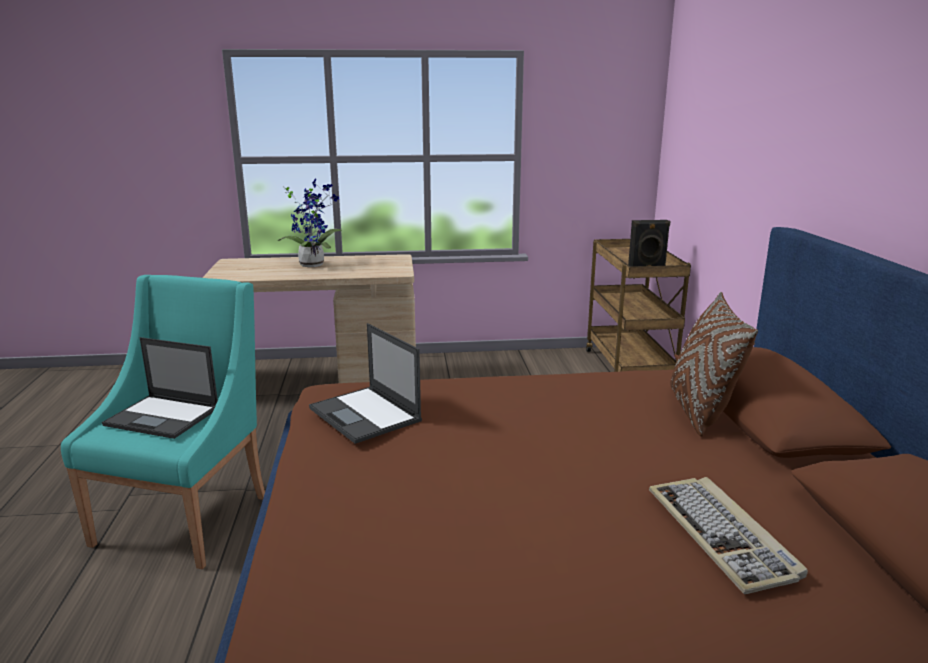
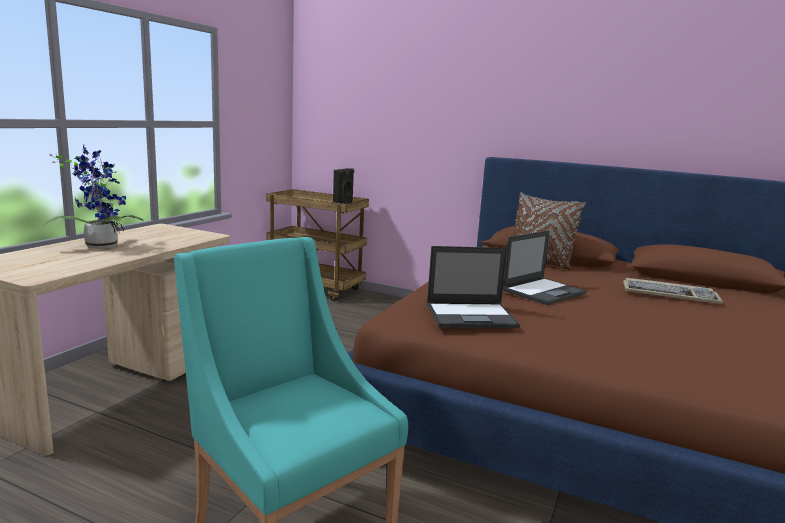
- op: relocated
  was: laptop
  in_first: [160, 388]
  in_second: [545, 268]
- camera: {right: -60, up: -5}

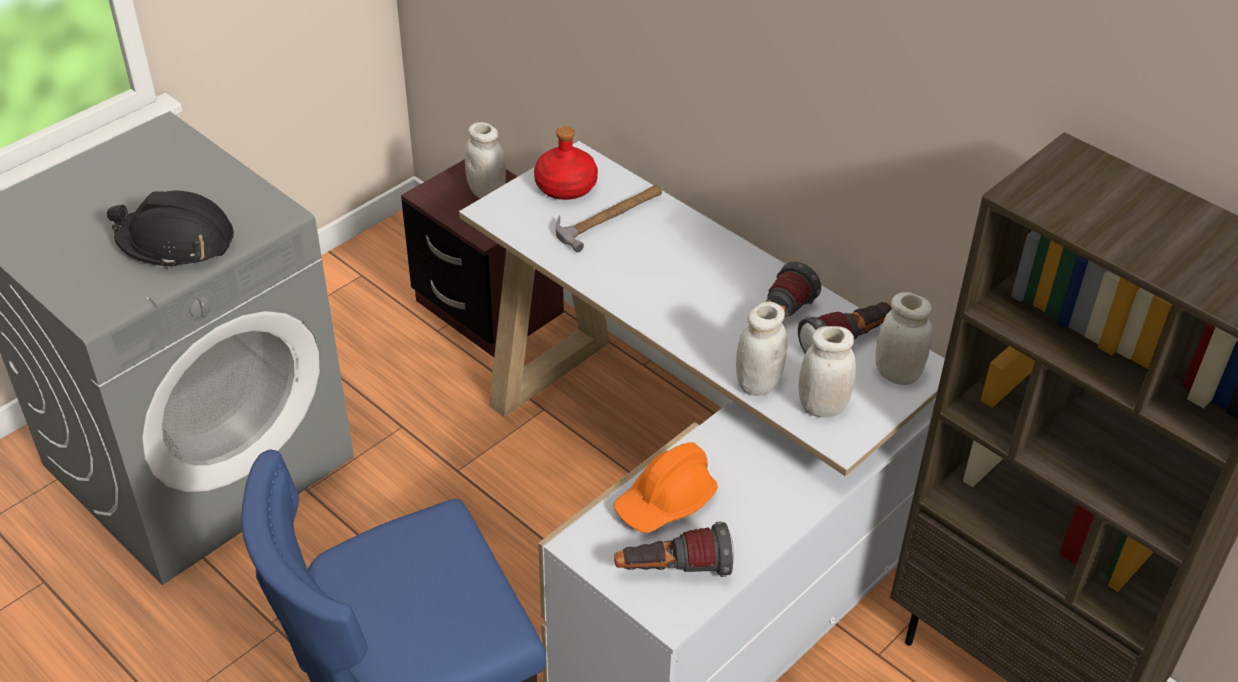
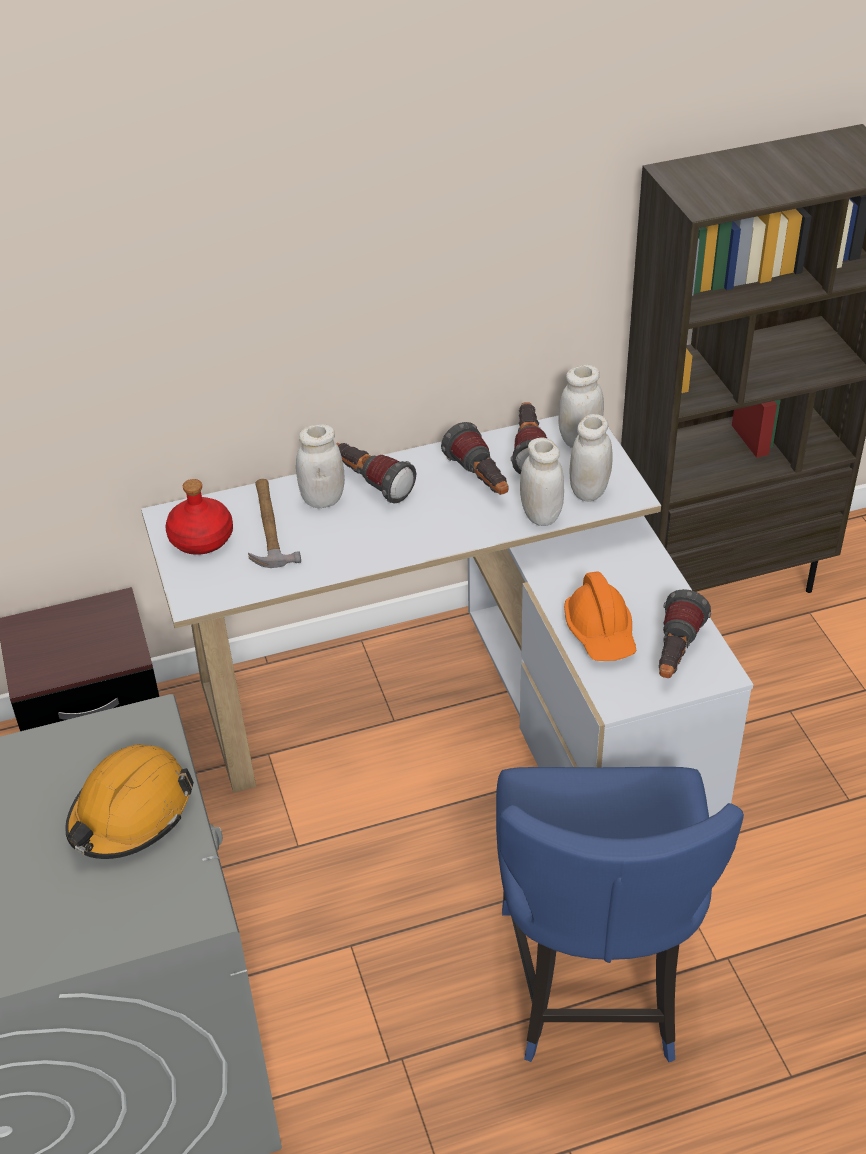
- op: colour
  was: kask [czarny]
  now: kask [pomarańczowy]
  in_first: [170, 229]
  in_second: [129, 801]
- op: relocated
  was: słoik [biały]
  in_first: [485, 160]
  in_second: [320, 466]
- op: appeared
  now: latarka
  in_second: [376, 473]
- camera: {right: -60, up: 0}

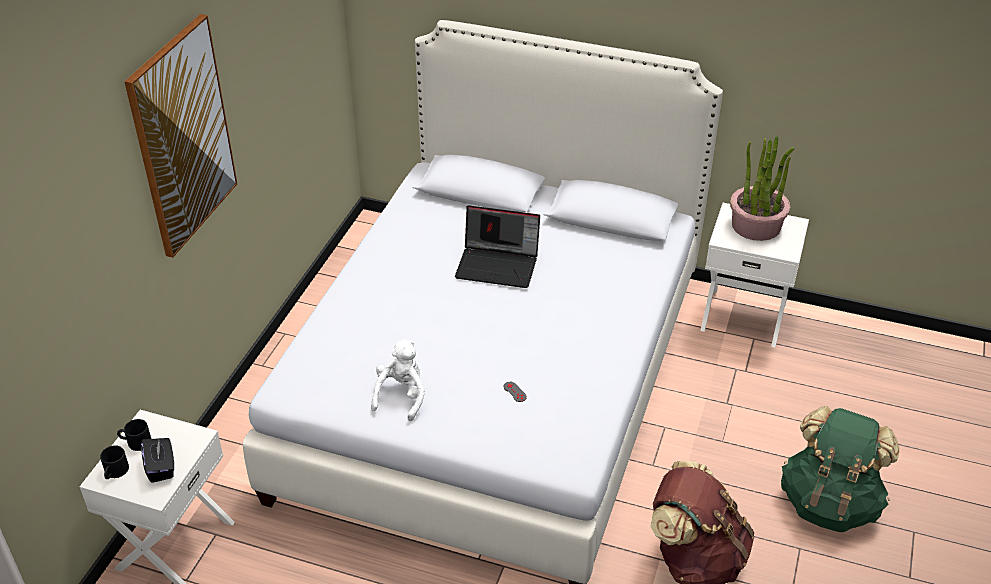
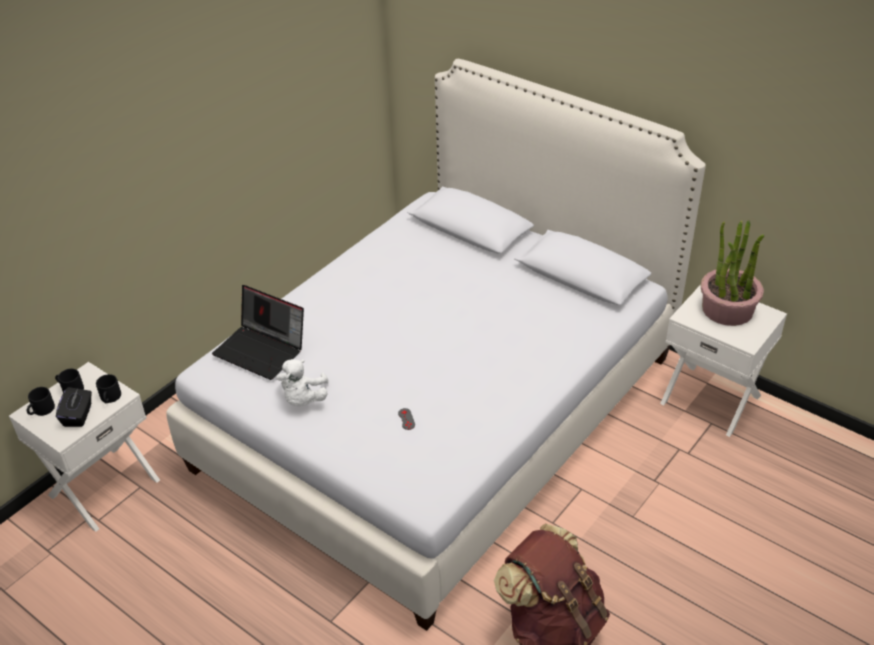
- op: appeared
  now: kubek [czarny]
  in_second: [108, 388]
- op: relocated
  was: laptop
  in_first: [497, 246]
  in_second: [258, 332]
- op: spun
  was: pluszak [biały]
  in_first: [398, 380]
  in_second: [302, 382]
  clockwise: 150
- op: missing
  was: obraz
  in_first: [180, 136]
- op: missing
  was: plecak [zielony]
  in_first: [840, 469]
- camera: {right: 20, up: 0}

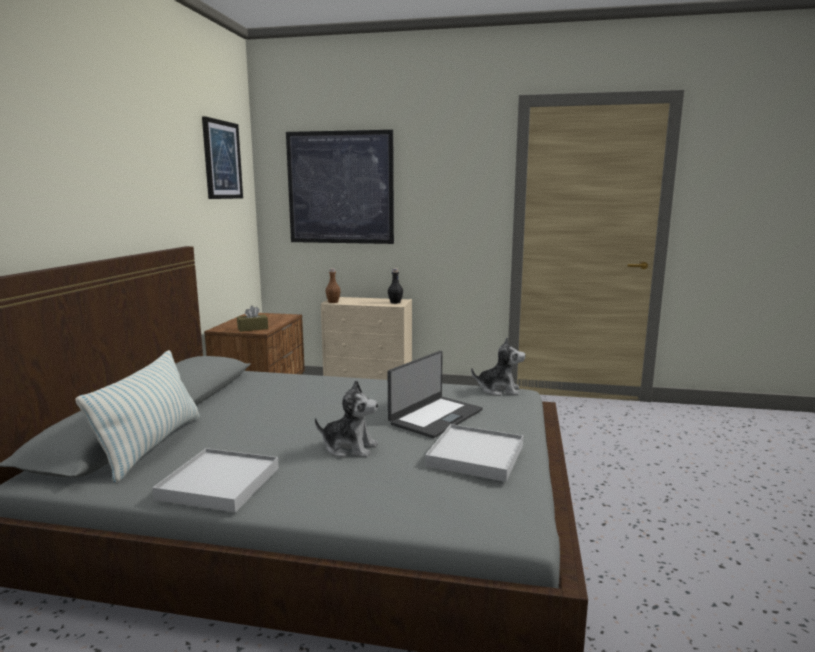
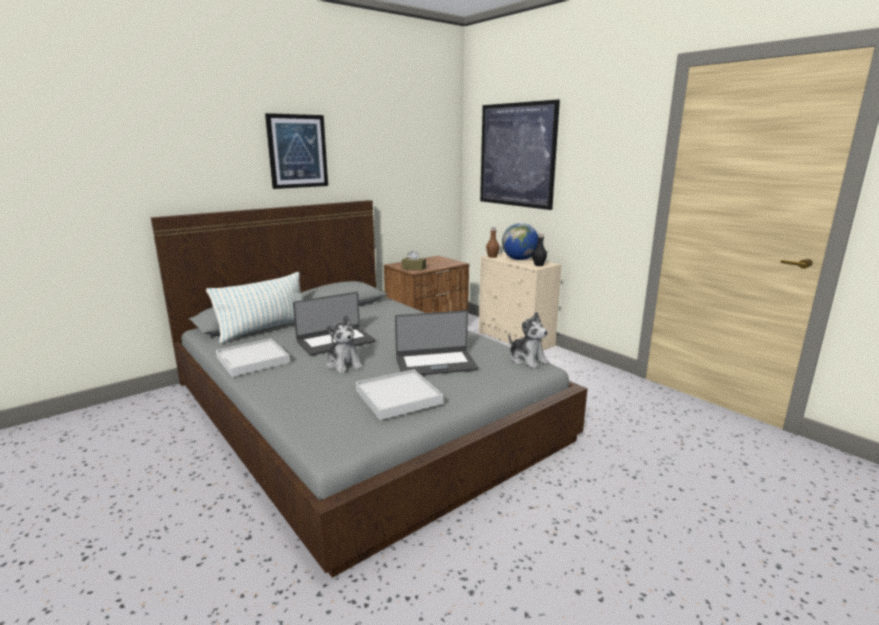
- op: relocated
  was: obraz
  in_first: [222, 157]
  in_second: [296, 151]
- op: appeared
  now: laptop
  in_second: [334, 324]
- op: appeared
  now: globus
  in_second: [520, 241]
- camera: {right: 40, up: 5}

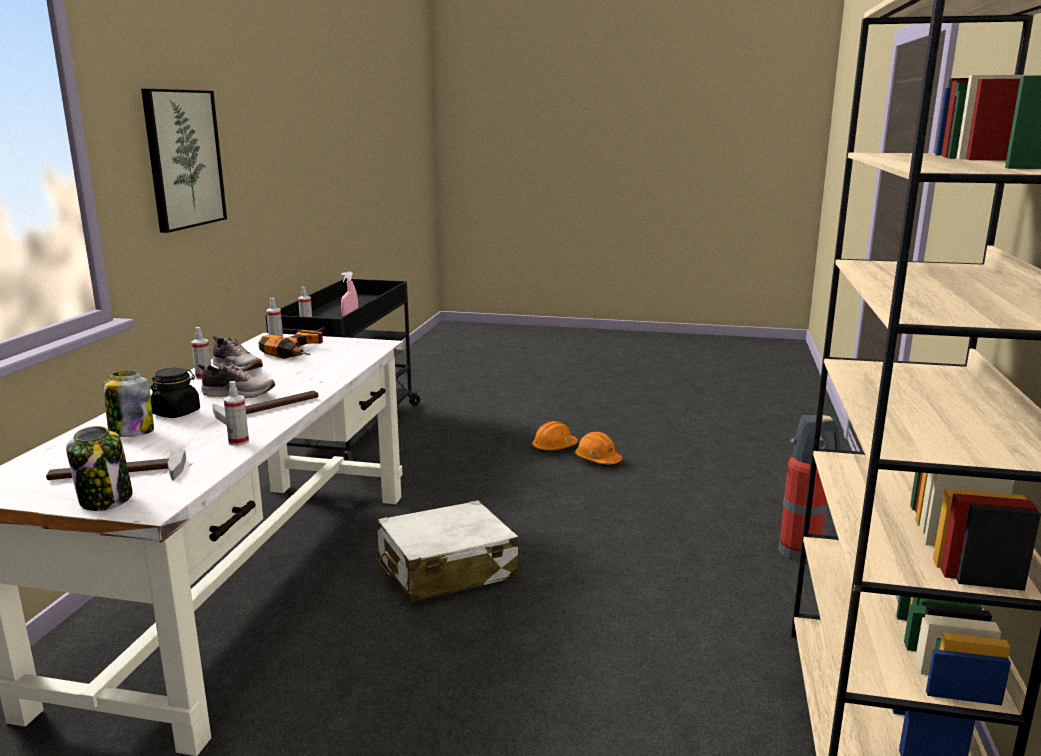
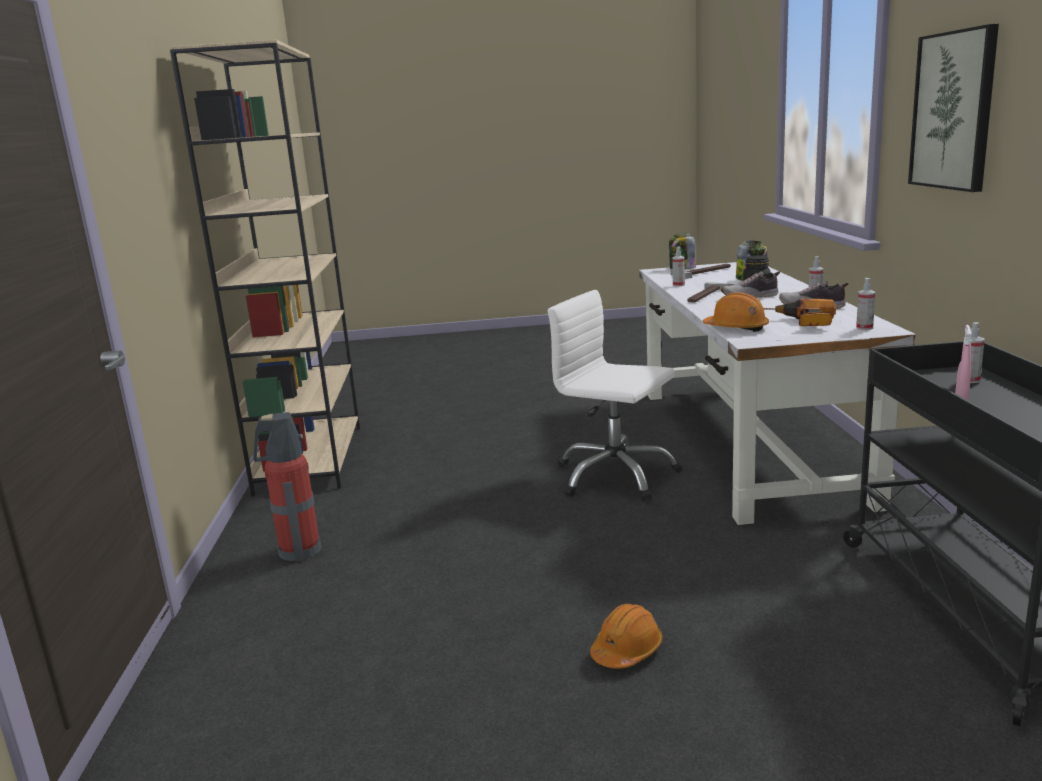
- op: exchanged
  was: walizka [biały]
  now: krzesło biurowe [biały]
  in_first: [447, 551]
  in_second: [615, 395]
- op: relocated
  was: kask [pomarańczowy]
  in_first: [598, 448]
  in_second: [736, 312]
- camera: {right: 165, up: 0}

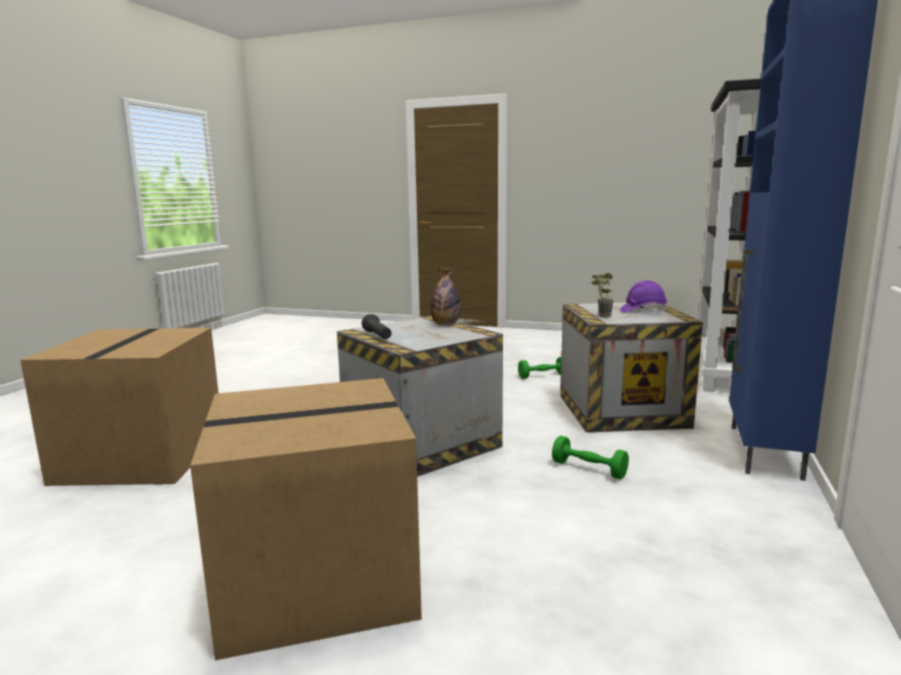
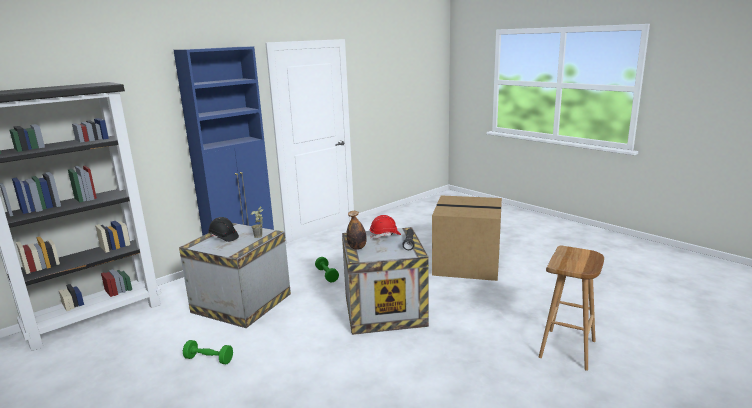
- op: colour
  was: kask [fioletowy]
  now: kask [czarny]
  in_first: [643, 296]
  in_second: [223, 229]
- op: appeared
  now: kask [czerwony]
  in_second: [385, 227]
- op: exchanged
  was: karton
  now: stołek [brązowy]
  in_first: [119, 407]
  in_second: [571, 308]
- camera: {right: -150, up: 5}

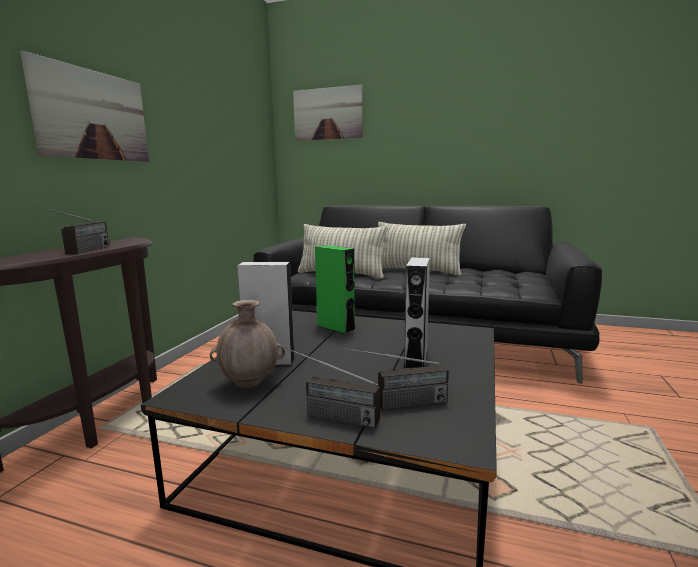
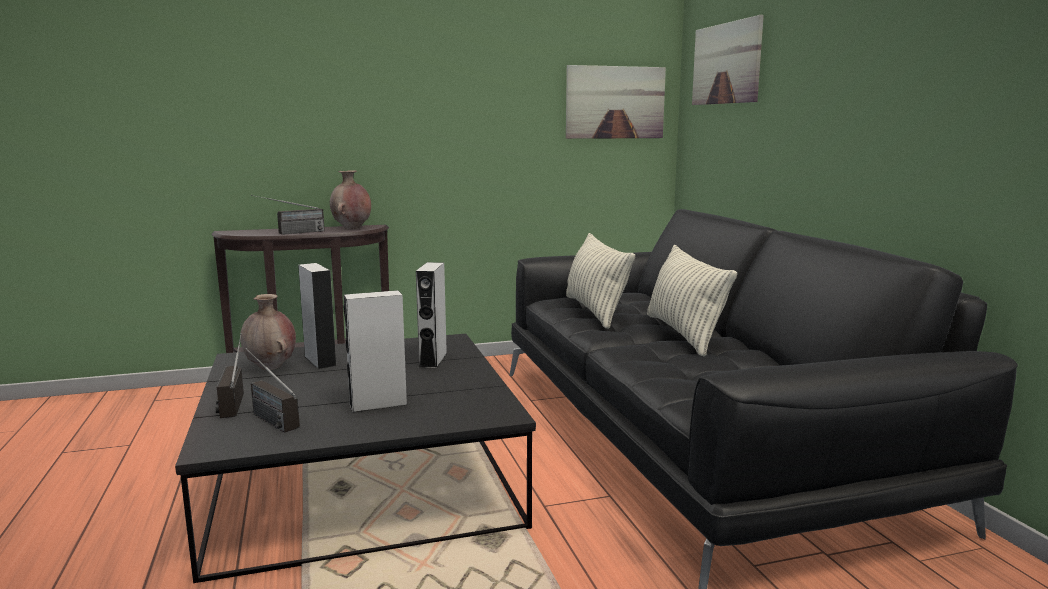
- op: appeared
  now: wazon [brązowy]
  in_second: [350, 199]
- op: colour
  was: głośnik [zielony]
  now: głośnik [szary]
  in_first: [335, 289]
  in_second: [431, 315]
- op: relocated
  was: obraz
  in_first: [84, 106]
  in_second: [616, 102]
- camera: {right: 55, up: 0}

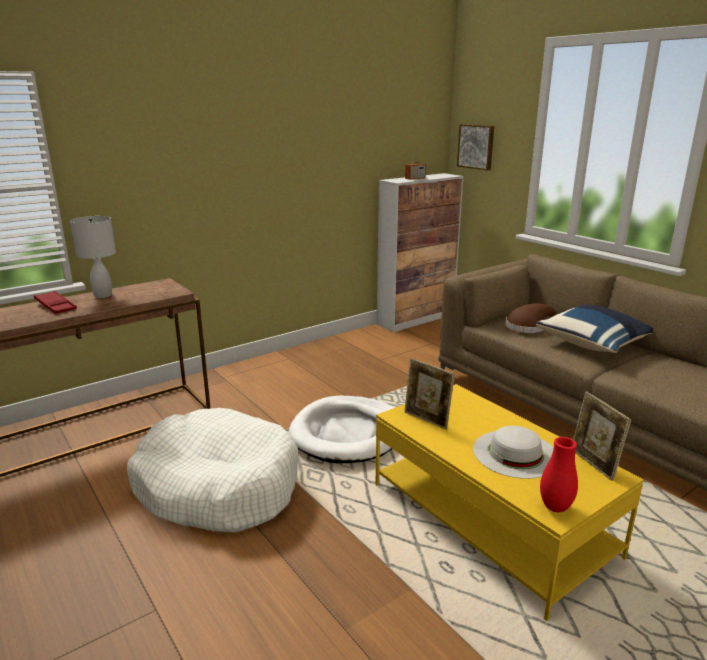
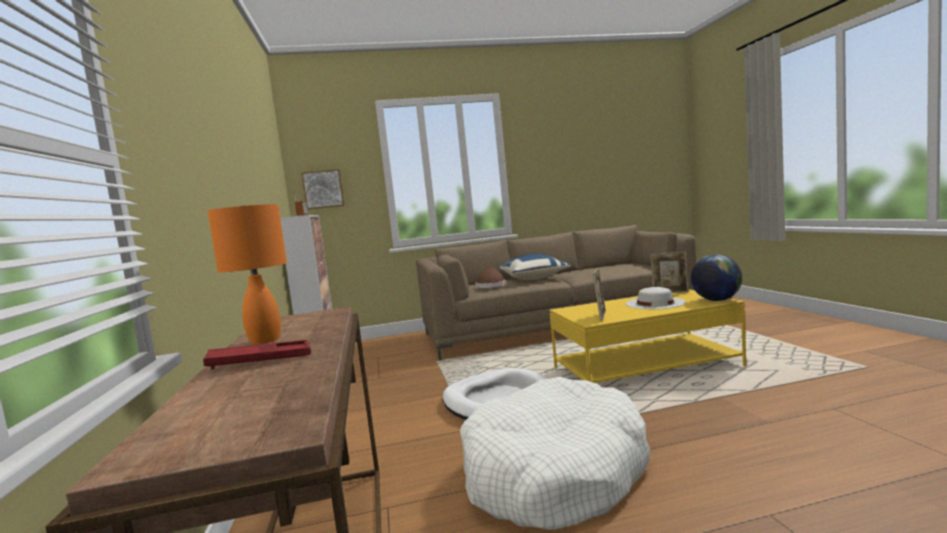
- op: colour
  was: lampa stołowa [biały]
  now: lampa stołowa [pomarańczowy]
  in_first: [93, 257]
  in_second: [247, 274]
- op: spun
  was: ramka na zdjęcie
  in_first: [429, 394]
  in_second: [599, 294]
  clockwise: -45
- op: exchanged
  was: wazon [czerwony]
  now: globus
  in_first: [559, 474]
  in_second: [716, 278]
- camera: {right: -65, up: -15}

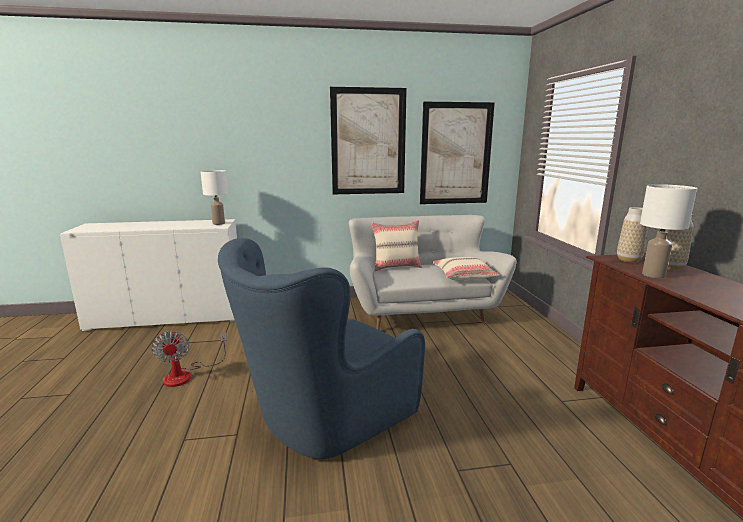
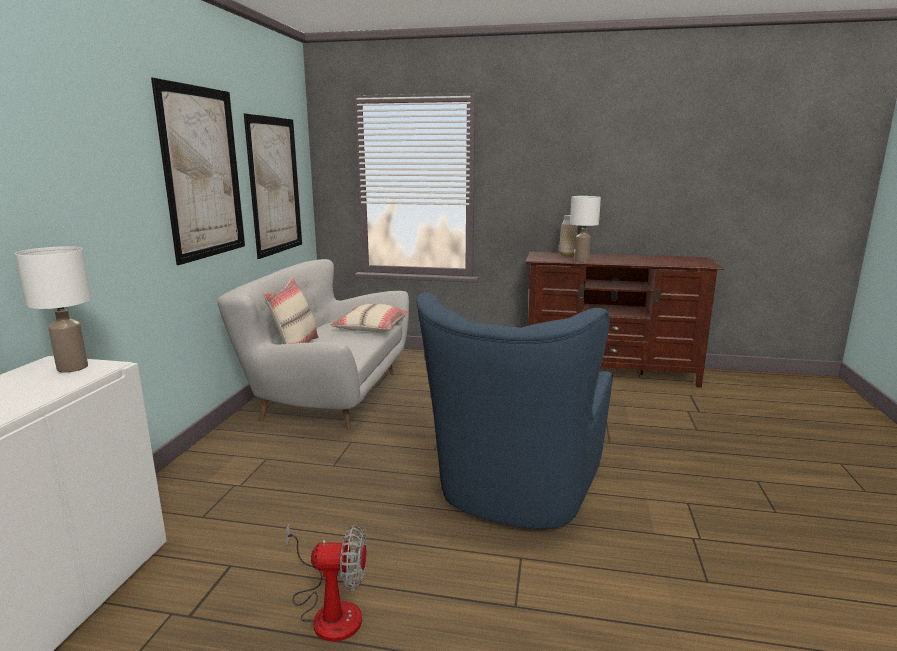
- op: spun
  was: fotel [niebieski]
  in_first: [321, 348]
  in_second: [514, 410]
  clockwise: 45
- op: missing
  was: wazon
  in_first: [632, 234]
- camera: {right: -70, up: 0}

